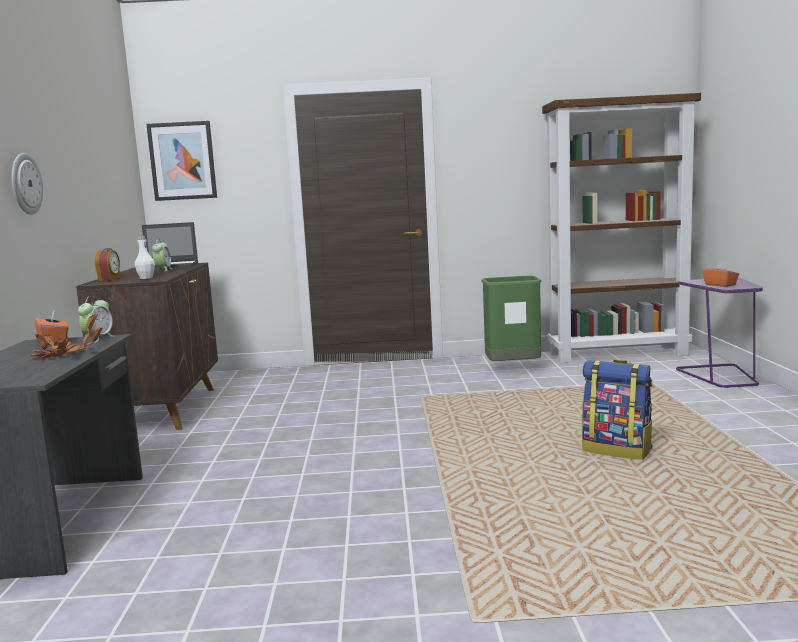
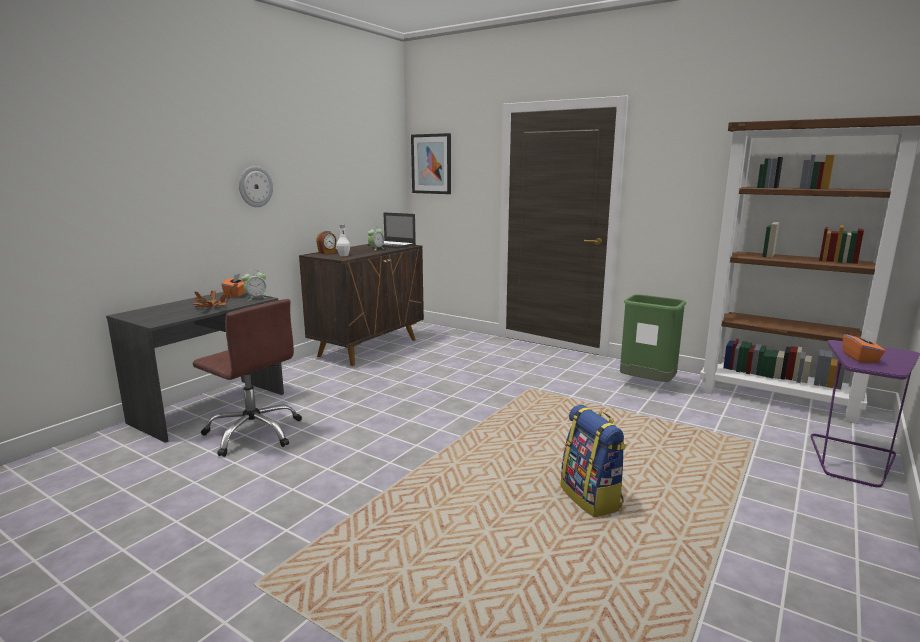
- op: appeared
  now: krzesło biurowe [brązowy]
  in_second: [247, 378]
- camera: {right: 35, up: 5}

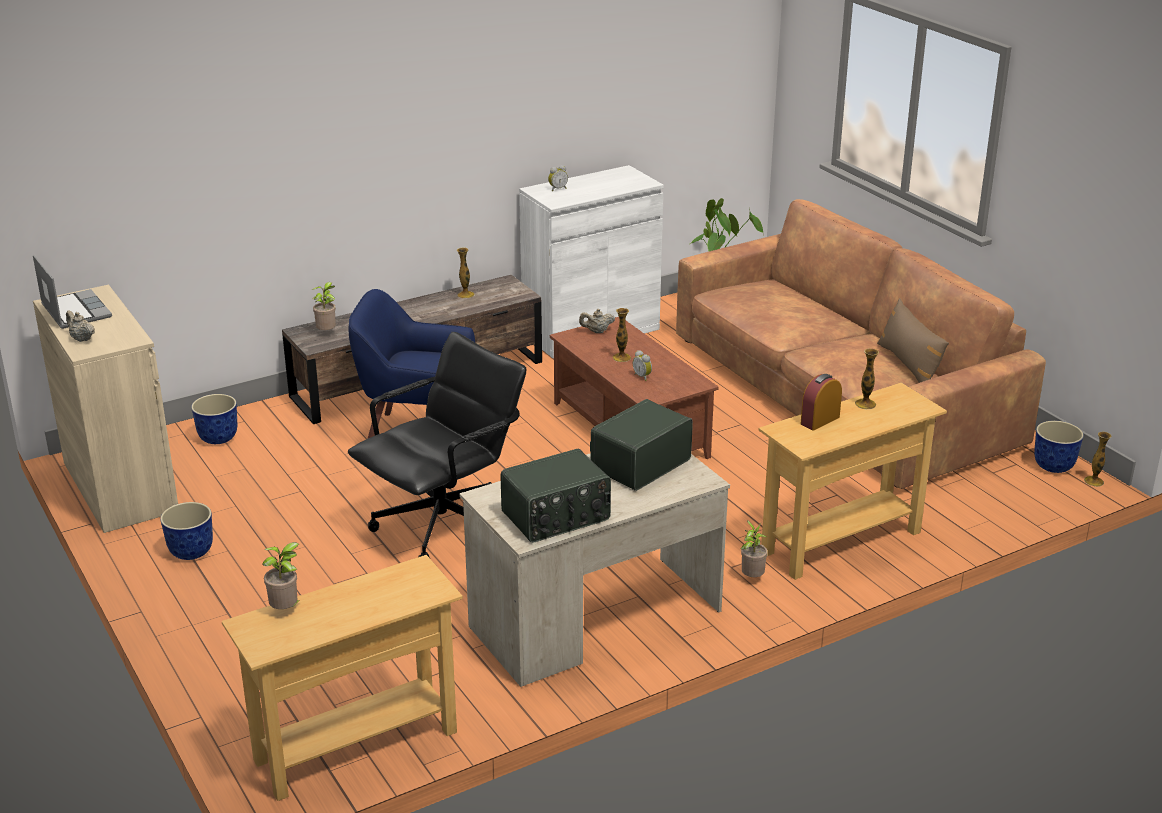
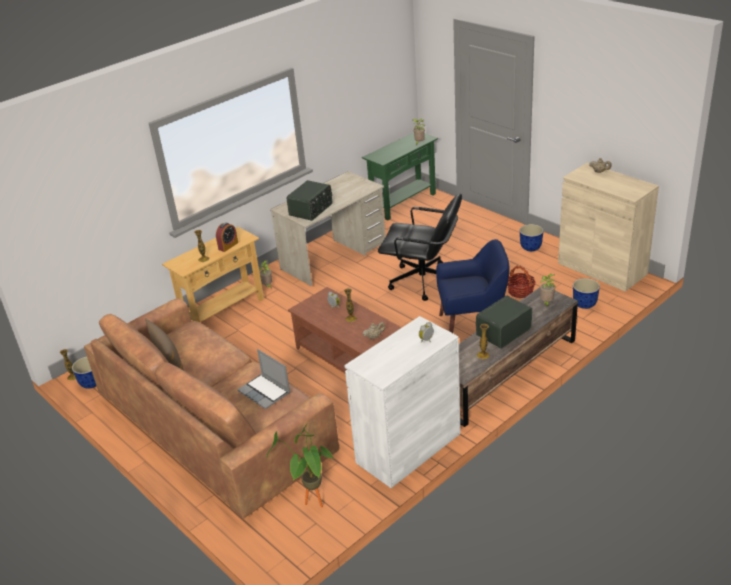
- op: relocated
  was: laptop
  in_first: [72, 292]
  in_second: [264, 379]
- op: colour
  was: stolik konsolowy [beżowy]
  now: stolik konsolowy [zielony]
  in_first: [342, 678]
  in_second: [400, 176]
- op: spun
  was: krzesło biurowe [czarny]
  in_first: [437, 445]
  in_second: [420, 247]
  clockwise: -105
- op: relocated
  was: radio
  in_first: [555, 496]
  in_second: [504, 322]
- op: appeared
  now: koszyk
  in_second: [521, 282]
- camera: {right: 170, up: 5}

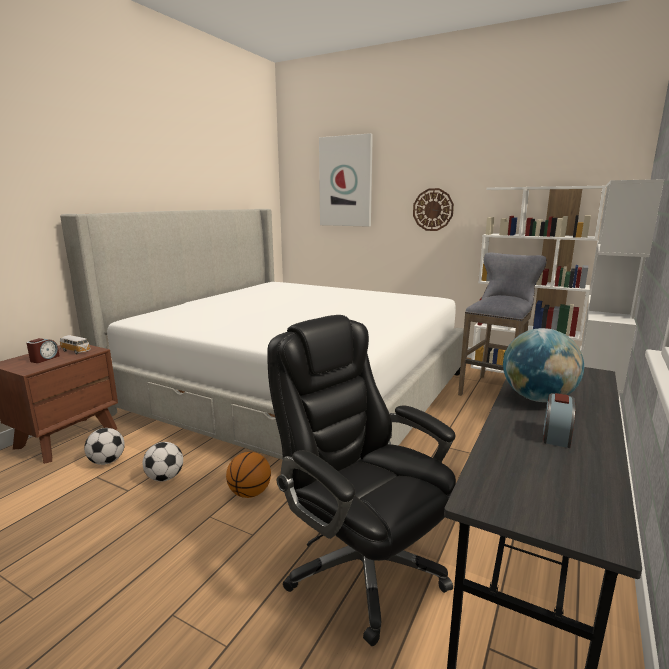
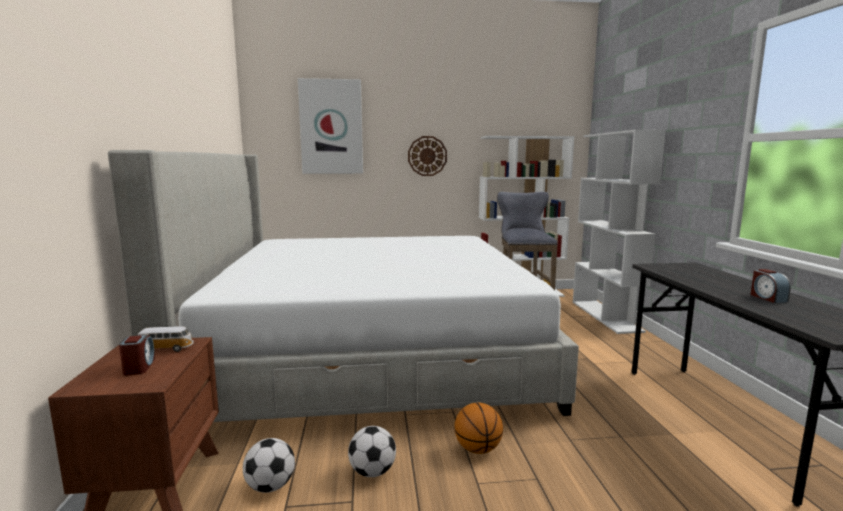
- op: missing
  was: krzesło biurowe [czarny]
  in_first: [361, 480]
- op: missing
  was: globus
  in_first: [543, 365]
- camera: {right: -35, up: -5}

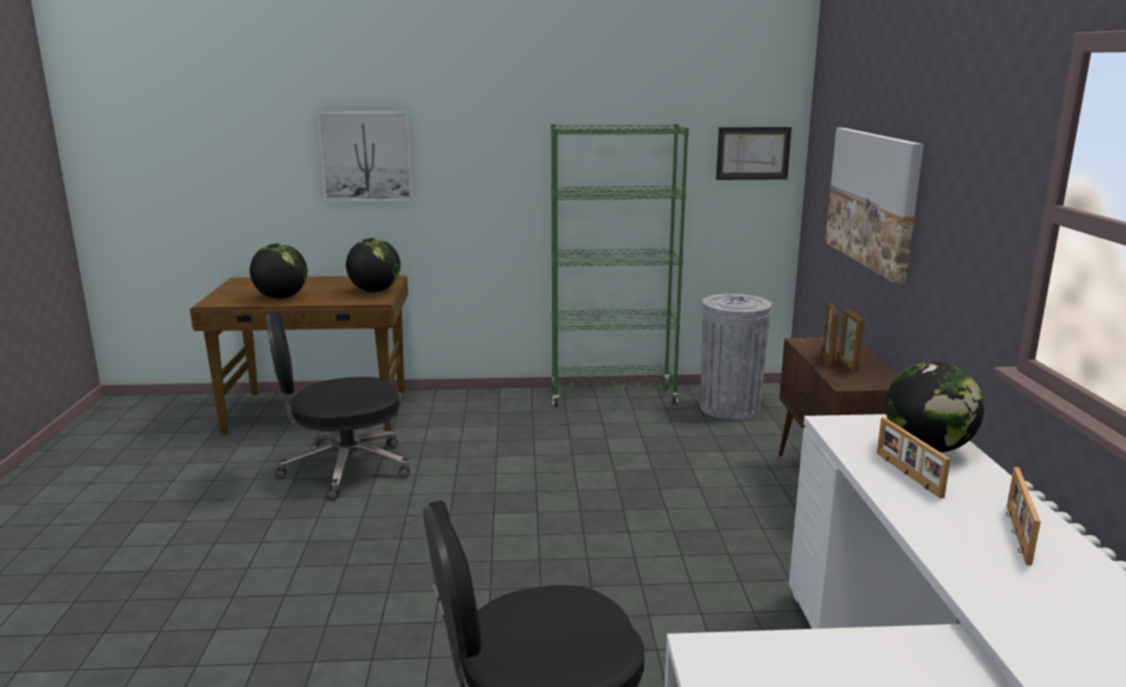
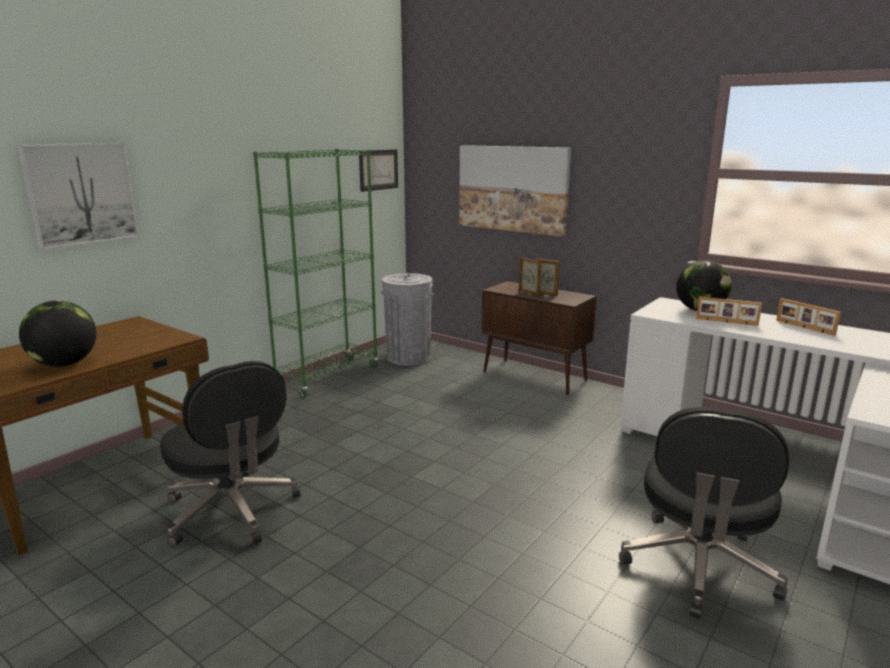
- op: spun
  was: krzesło biurowe [czarny]
  in_first: [338, 405]
  in_second: [230, 454]
  clockwise: -60
- op: missing
  was: globus
  in_first: [373, 265]
- camera: {right: -50, up: 0}

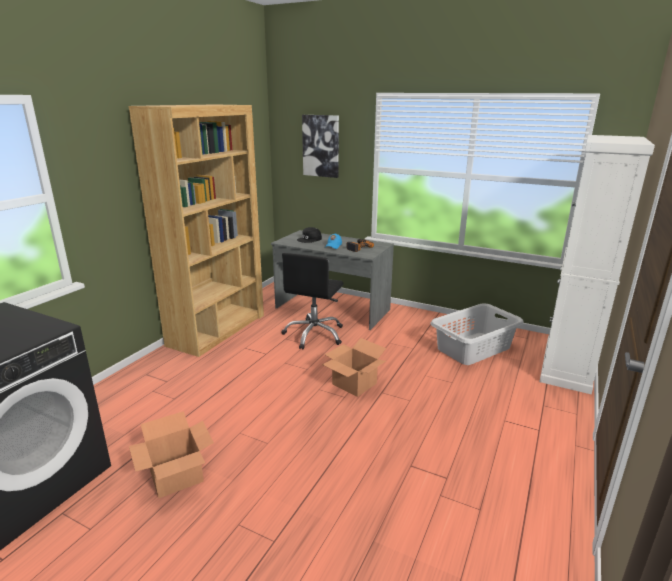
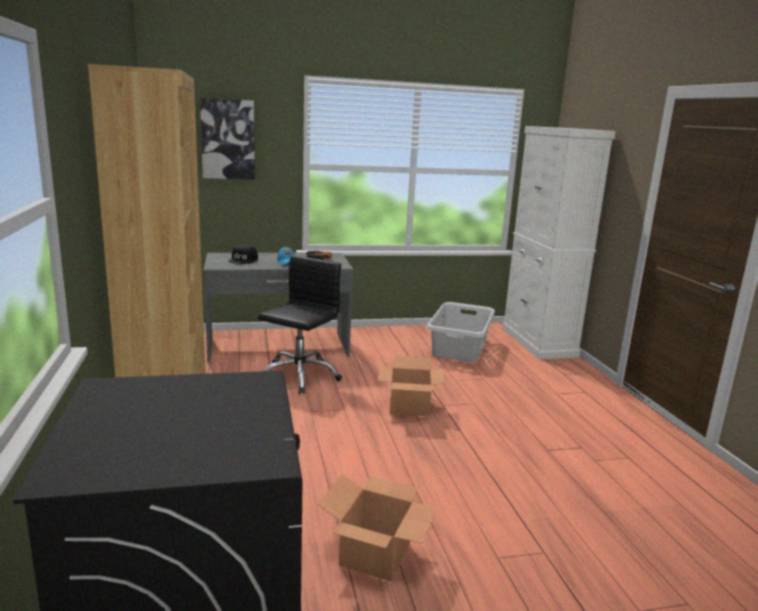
- op: spun
  was: krzesło biurowe [czarny]
  in_first: [312, 301]
  in_second: [300, 324]
  clockwise: -135
- camera: {right: -40, up: -5}

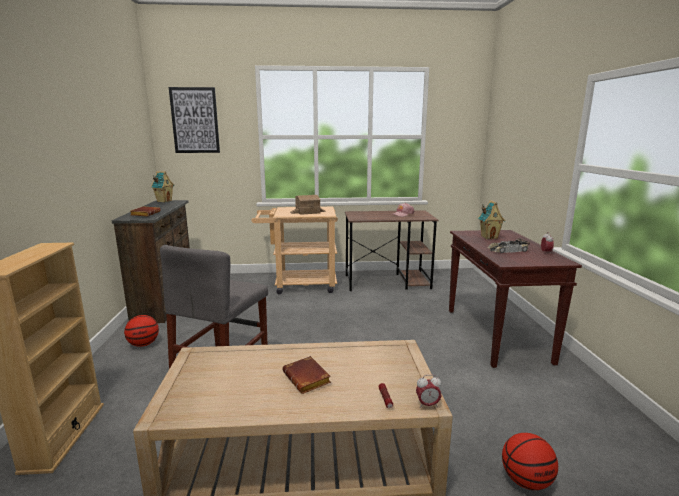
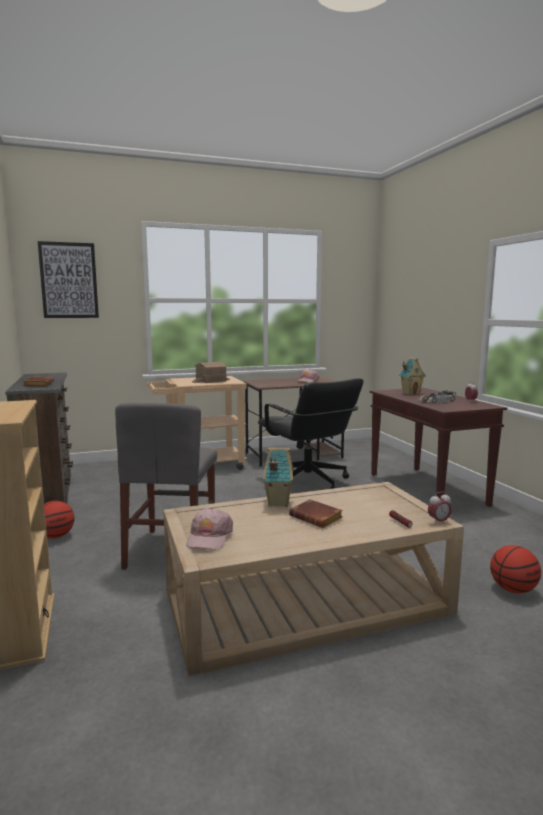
- op: appeared
  now: czapka z daszkiem [różowy]
  in_second: [209, 528]
- op: appeared
  now: krzesło biurowe [czarny]
  in_second: [311, 433]
- op: relocated
  was: domek
  in_first: [162, 186]
  in_second: [278, 477]
- camera: {right: -15, up: -5}

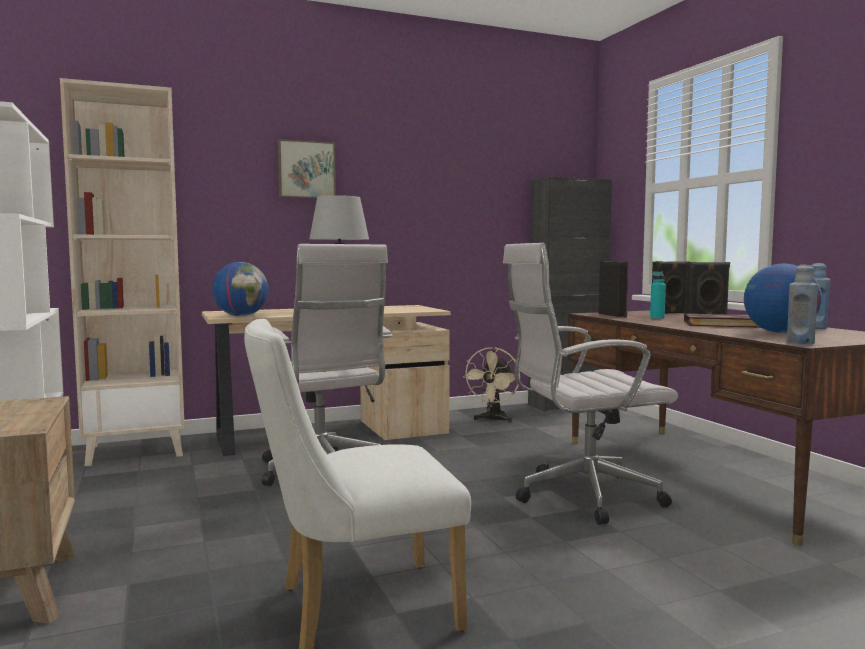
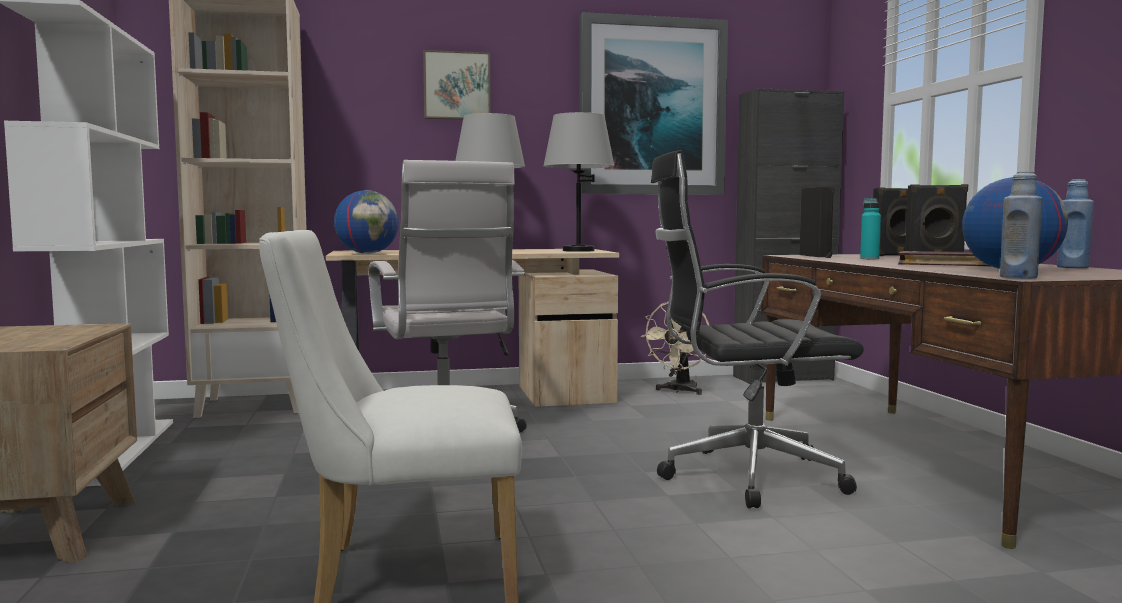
- op: appeared
  now: lampa stołowa [szary]
  in_second: [579, 182]
- op: appeared
  now: obraz
  in_second: [653, 103]
- op: colour
  was: krzesło biurowe [biały]
  now: krzesło biurowe [czarny]
  in_first: [590, 384]
  in_second: [757, 329]
- camera: {right: 10, up: 0}

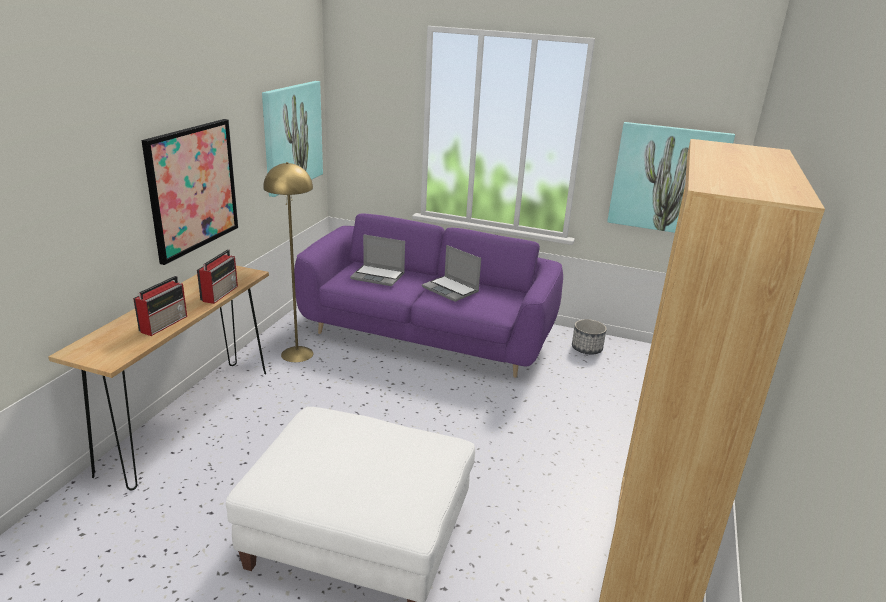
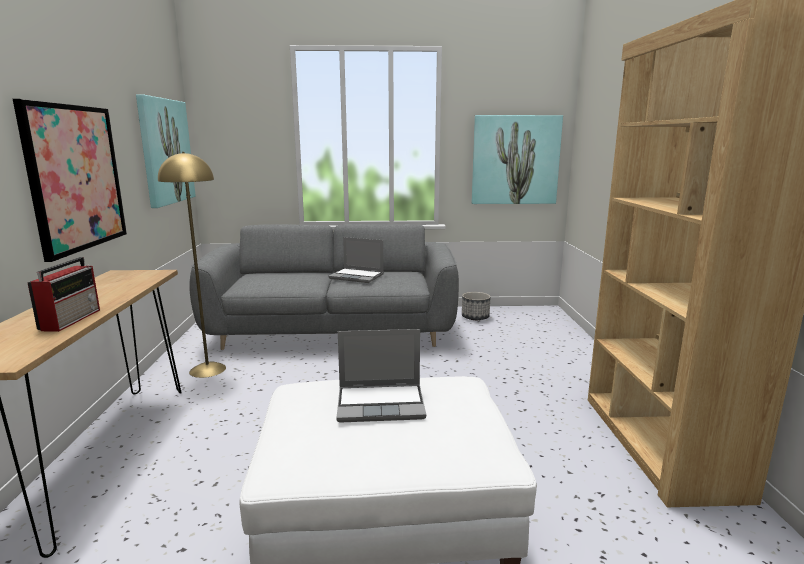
- op: colour
  was: kanapa [fioletowy]
  now: kanapa [szary]
  in_first: [428, 295]
  in_second: [324, 287]
- op: relocated
  was: laptop
  in_first: [377, 260]
  in_second: [381, 376]
- op: missing
  was: radio
  in_first: [217, 276]
- camera: {right: -20, up: -10}

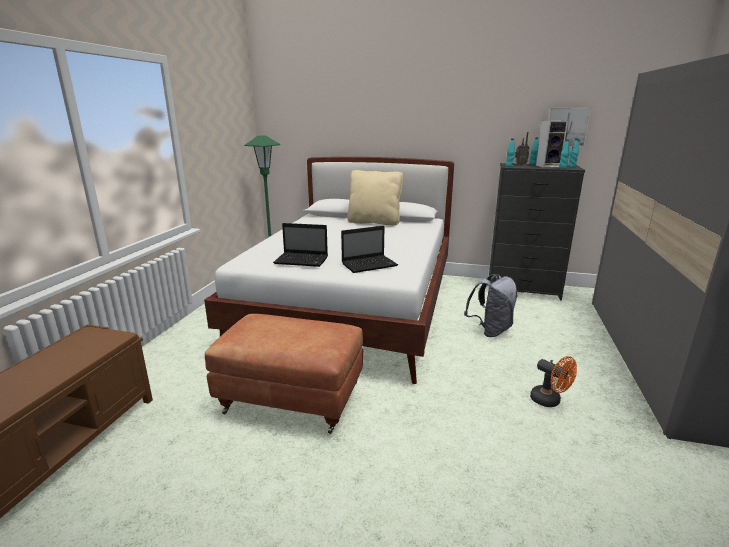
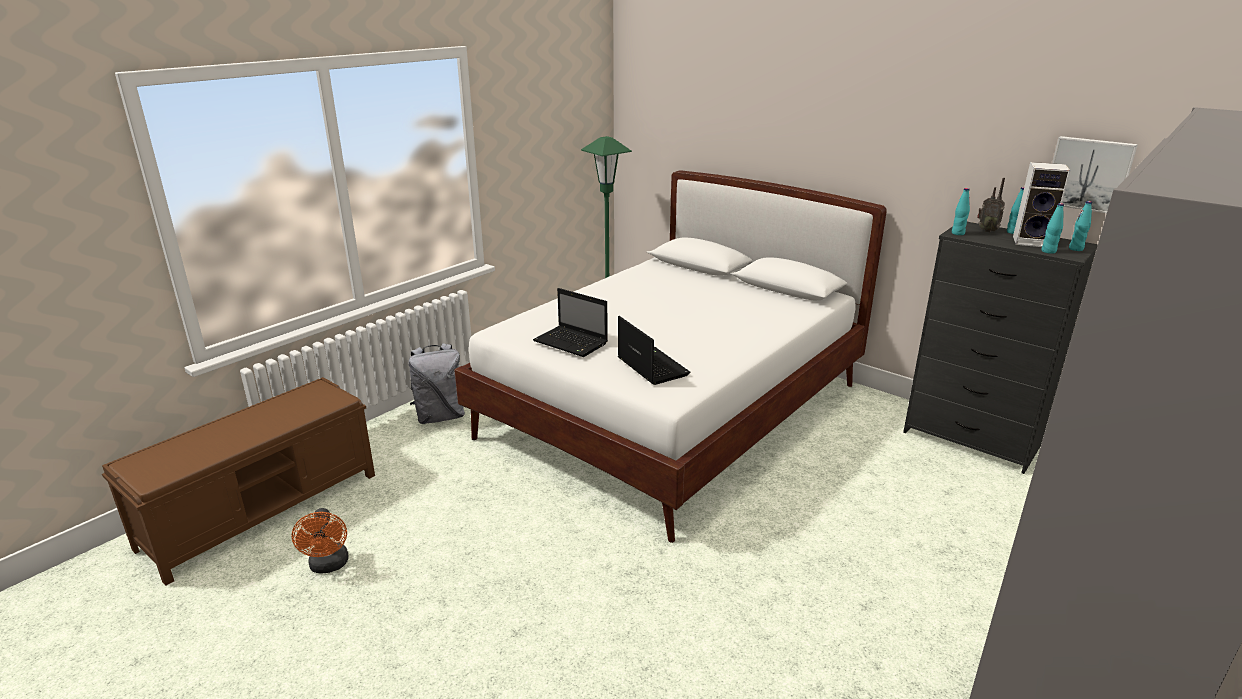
- op: relocated
  was: wentylator [pomarańczowy]
  in_first: [553, 381]
  in_second: [320, 541]
- op: relocated
  was: plecak [szary]
  in_first: [490, 305]
  in_second: [437, 383]
- op: spun
  was: laptop
  in_first: [369, 249]
  in_second: [654, 350]
  clockwise: -120
- op: missing
  was: pufa [brązowy]
  in_first: [284, 374]
- op: missing
  was: poduszka [beżowy]
  in_first: [375, 198]
- camera: {right: 25, up: 5}

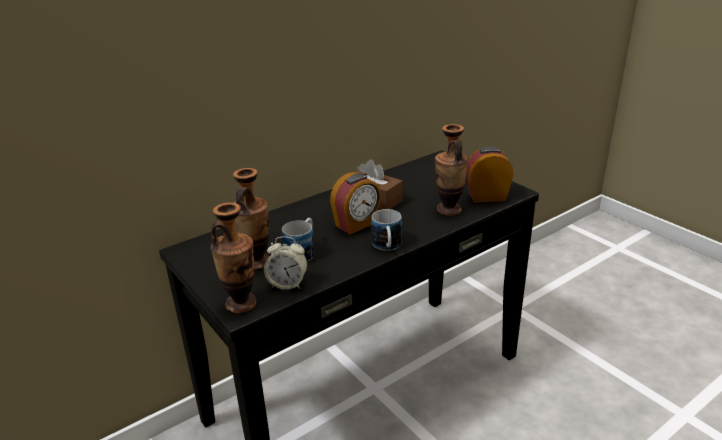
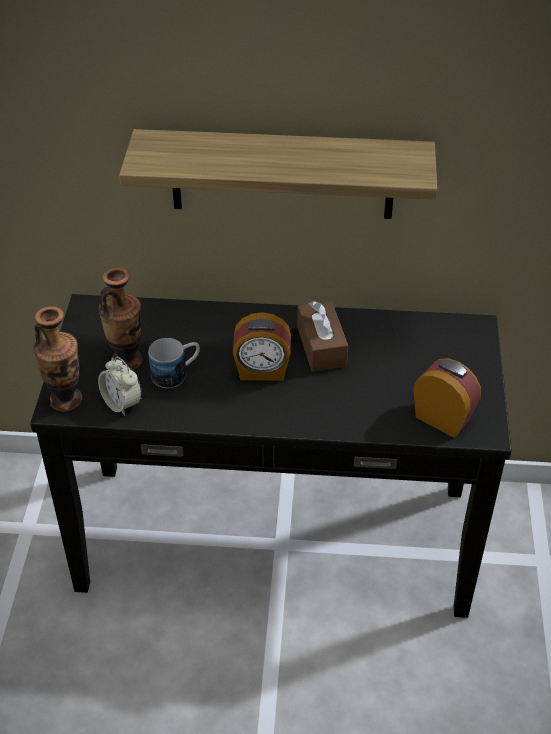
- op: appeared
  now: półka
  in_second: [278, 174]
- op: missing
  was: kubek
  in_first: [386, 230]
- op: missing
  was: wazon
  in_first: [451, 170]
- camera: {right: 40, up: 15}

